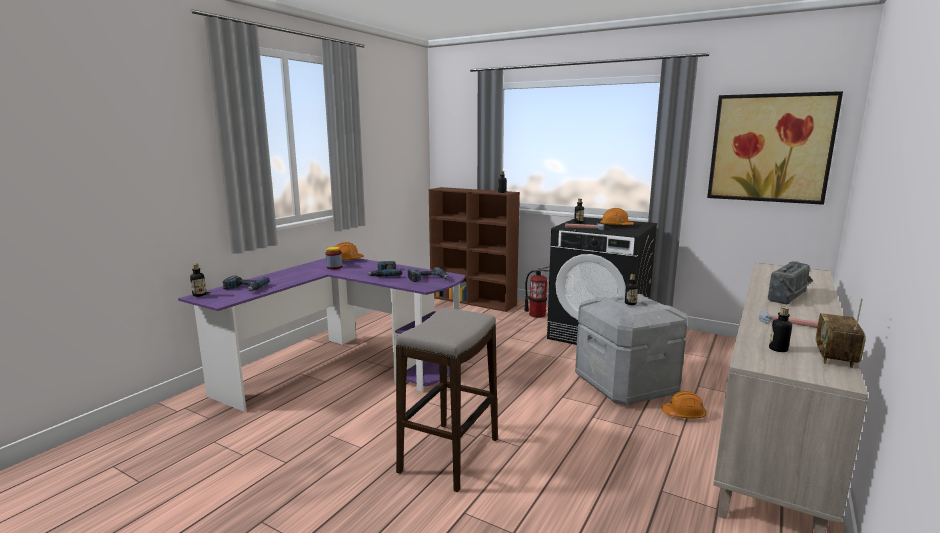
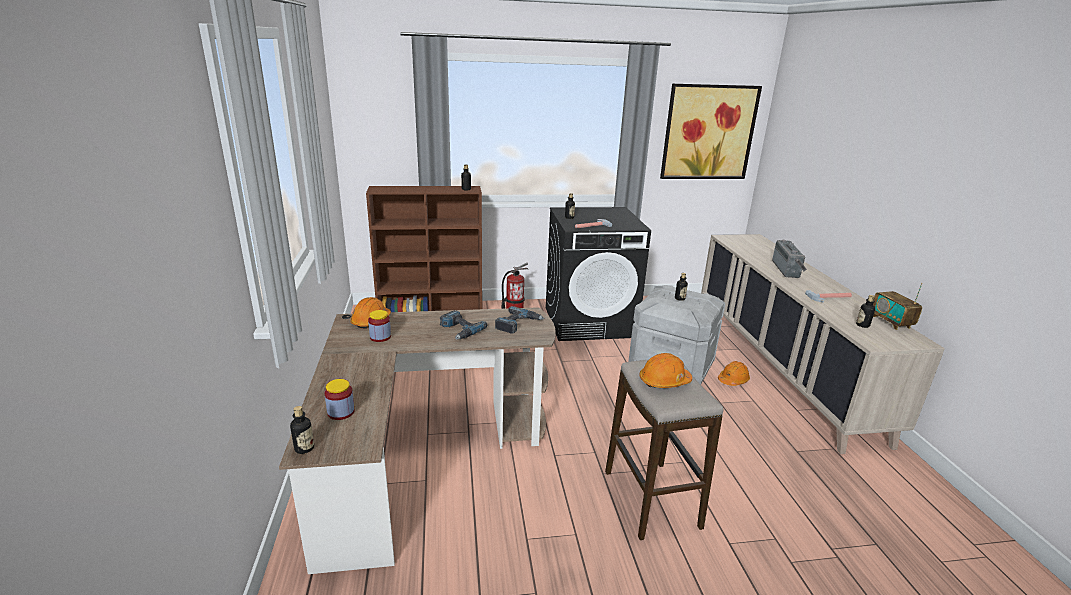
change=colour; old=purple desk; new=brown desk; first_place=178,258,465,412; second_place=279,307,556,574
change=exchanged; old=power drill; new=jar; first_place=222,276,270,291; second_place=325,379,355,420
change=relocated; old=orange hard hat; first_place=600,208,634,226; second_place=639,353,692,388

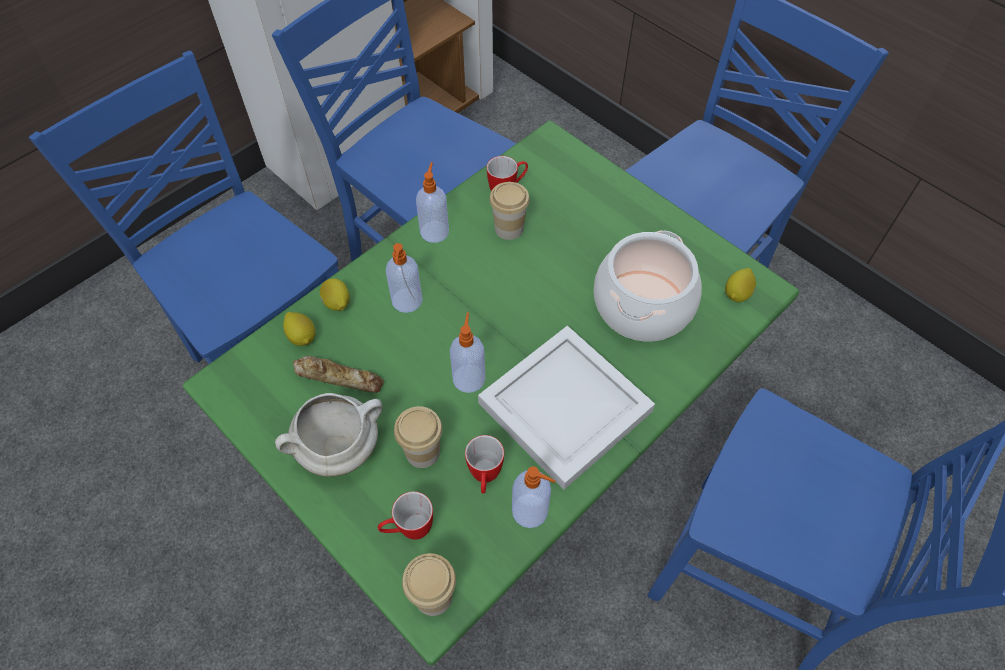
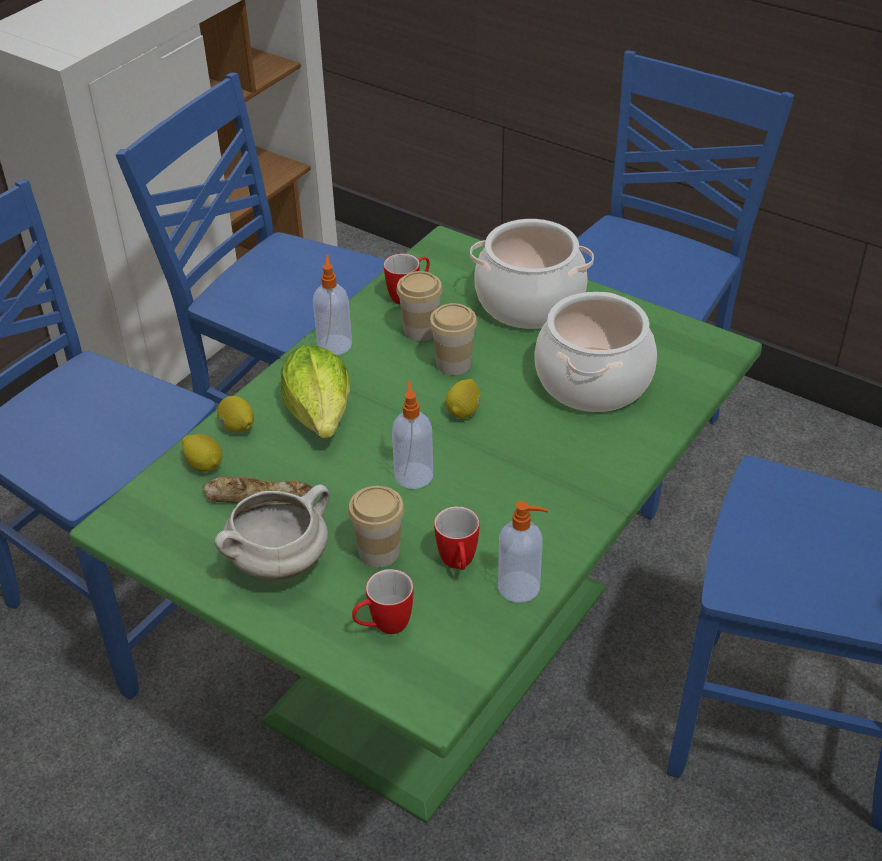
change=exchanged; old=soap dispenser; new=lettuce; first_place=386,243,423,313; second_place=281,345,350,438
change=relocated; old=cup; first_place=402,553,456,616; second_place=429,303,477,375
change=missing; old=white tray; first_place=478,326,655,490
change=relocated; old=lemon; first_place=725,268,756,302; second_place=446,379,481,419
change=appeared; new=cooking pot; second_place=470,219,594,329

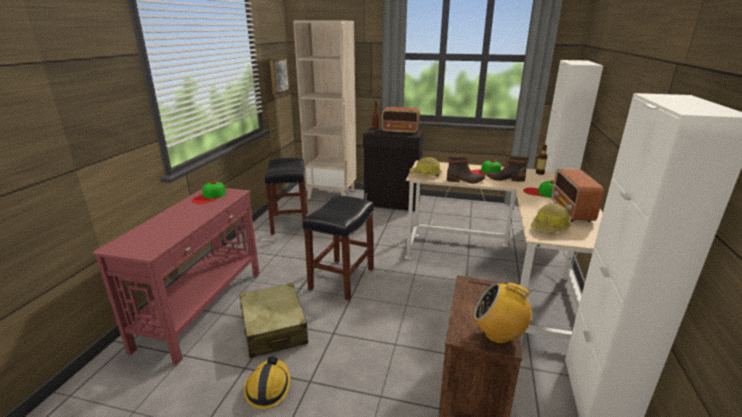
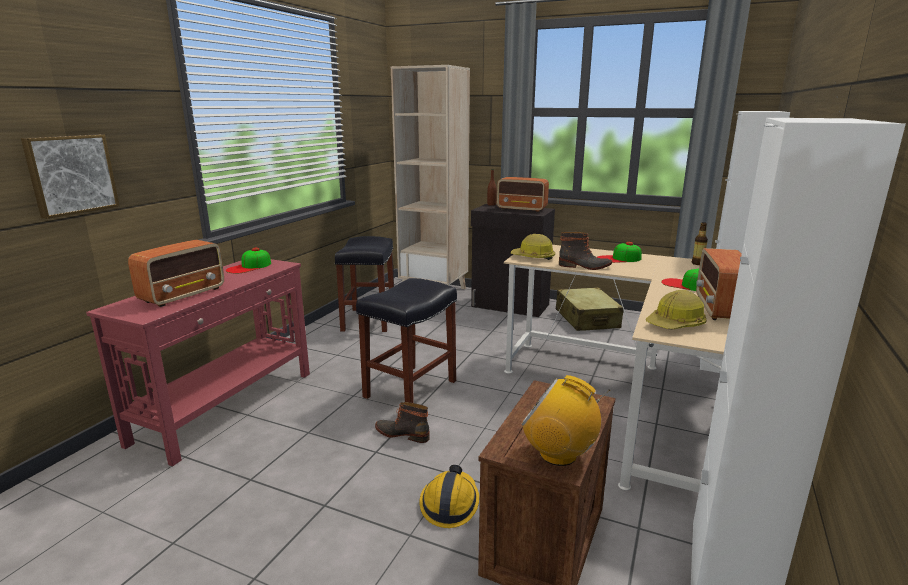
change=relocated; old=beige suitcase; first_place=240,283,308,358; second_place=556,287,624,331
change=relocated; old=hard hat; first_place=244,357,291,409; second_place=419,465,480,528
change=relocated; old=picture; first_place=270,58,290,94; second_place=21,134,120,219
change=relocated; old=boot; first_place=487,156,529,182; second_place=375,402,430,443
change=appeared; new=radio; second_place=128,240,224,307

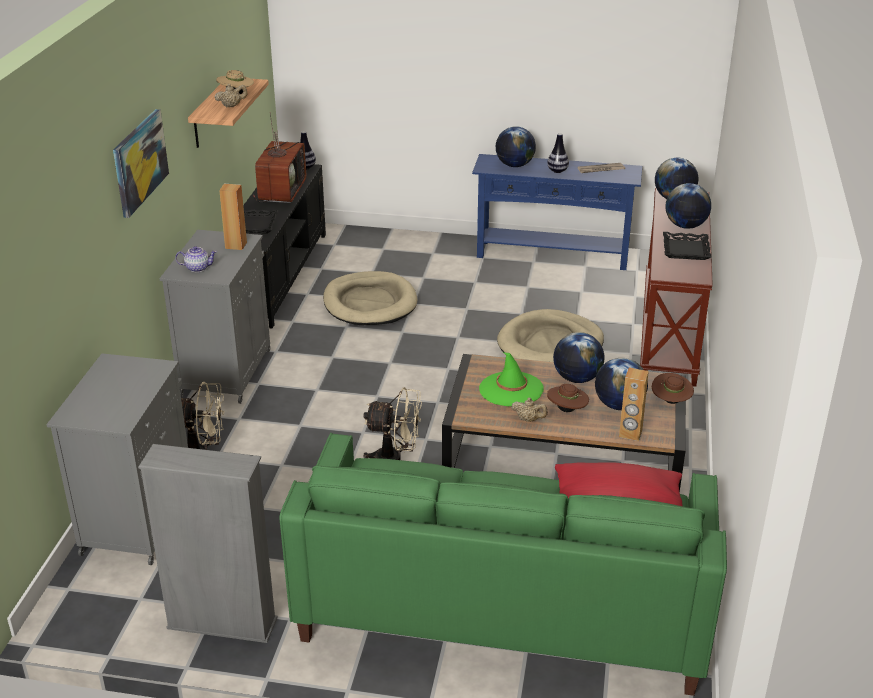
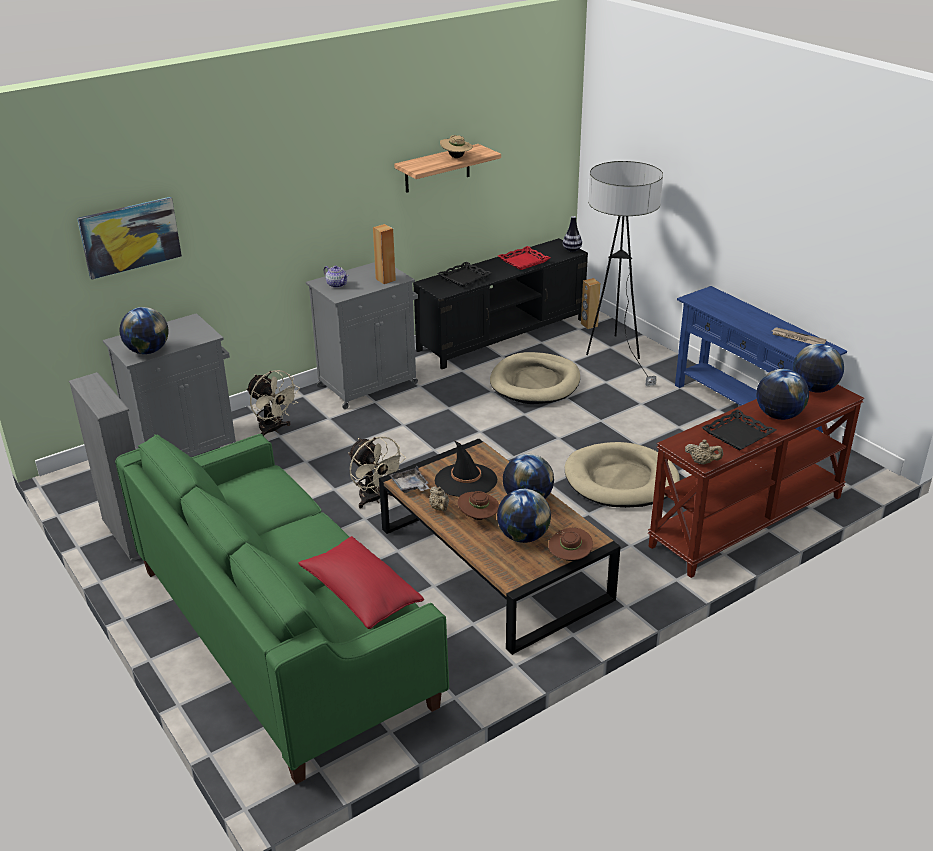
change=relocated; old=picture; first_place=113,109,169,218; second_place=77,197,182,280
change=relocated; old=beige teapot; first_place=215,84,247,107; second_place=685,439,723,464
change=exchanged; old=television; new=red tray; first_place=253,112,306,203; second_place=498,246,551,270
change=colour; old=green hat; new=black hat; first_place=479,352,544,406; second_place=435,441,497,497
change=relocated; old=globe; first_place=496,126,536,167; second_place=119,307,169,354
change=missing; old=vase; first_place=547,133,569,173
change=relocated; old=brown speaker; first_place=619,368,649,441; second_place=581,278,600,329
change=appeared; new=grey tray; second_place=390,466,430,493
change=appeared; new=floor lamp; second_place=586,161,663,386

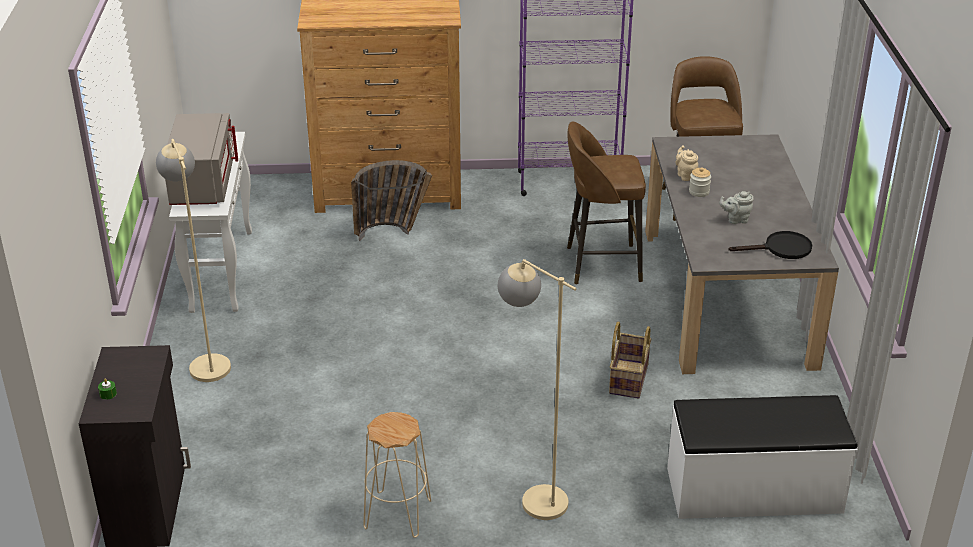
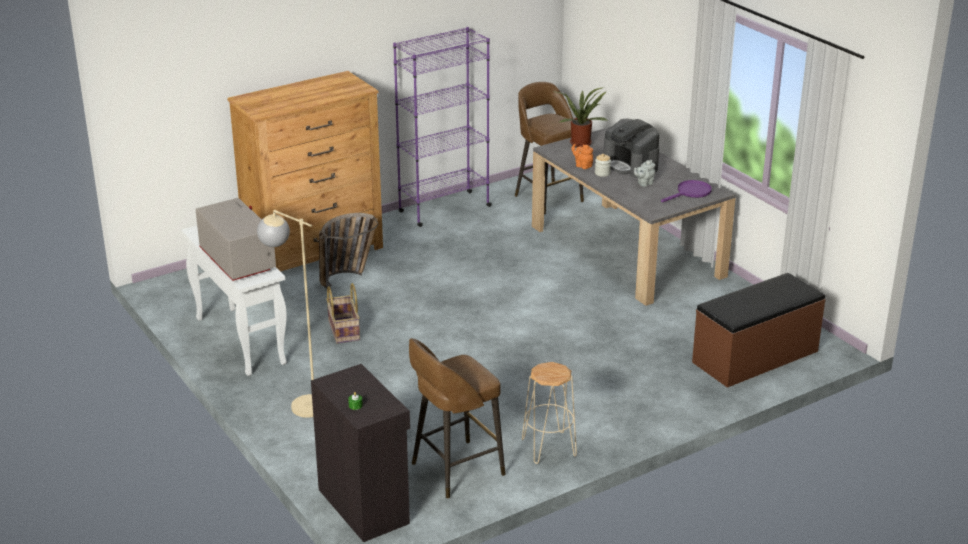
change=missing; old=beige floor lamp; first_place=498,259,577,520
change=relocated; old=brown stool; first_place=567,121,646,284; second_place=409,338,506,499
change=relocated; old=basket; first_place=609,322,652,399; second_place=326,283,360,344
change=colour; old=white bench; new=brown bench; first_place=667,395,858,519; second_place=692,273,826,388
change=colour; old=beige teapot; new=orange teapot; first_place=675,145,698,181; second_place=571,144,593,169
change=colour; old=black frying pan; new=purple frying pan; first_place=729,231,812,259; second_place=661,180,712,202
change=appeared; new=potted plant; second_place=556,87,609,147
change=appeared; new=coffee machine; second_place=604,119,659,178

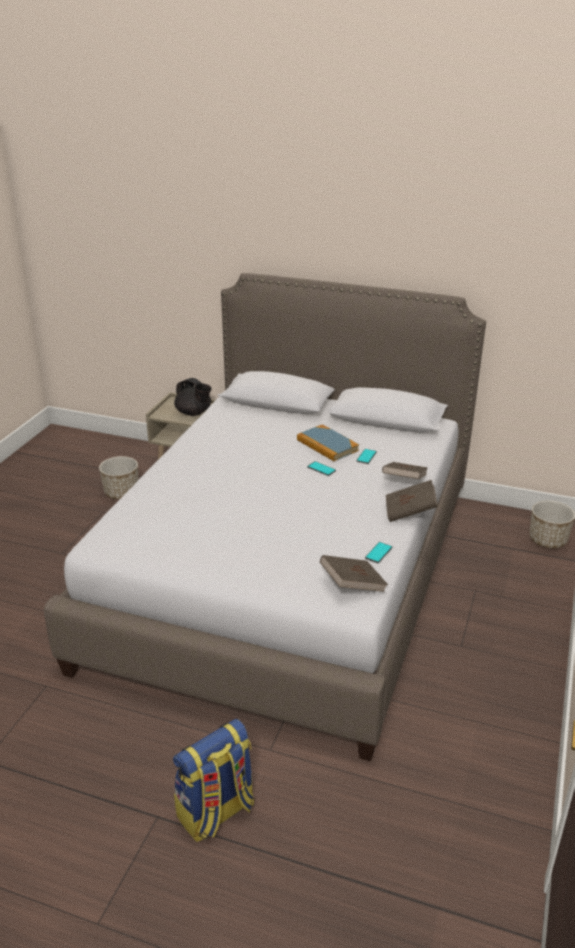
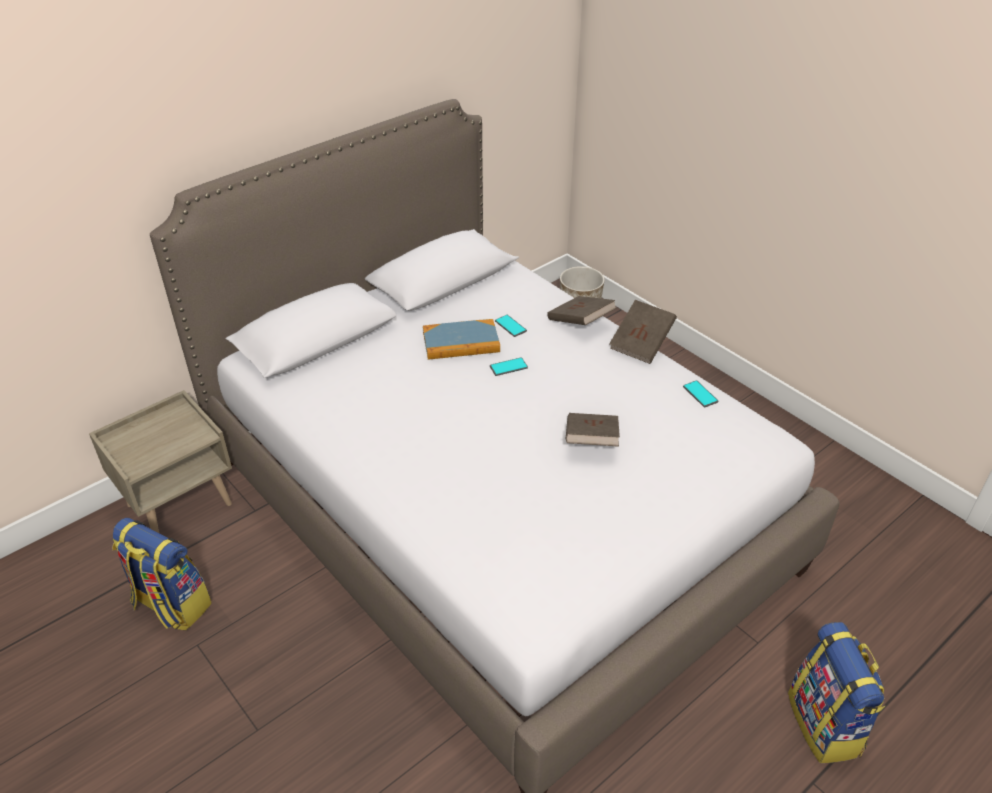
change=exchanged; old=planter; new=backpack; first_place=99,456,138,499; second_place=112,518,212,630
change=missing; old=black teapot; first_place=174,378,212,416
change=relocated; old=brown book; first_place=320,555,388,592; second_place=566,413,620,447

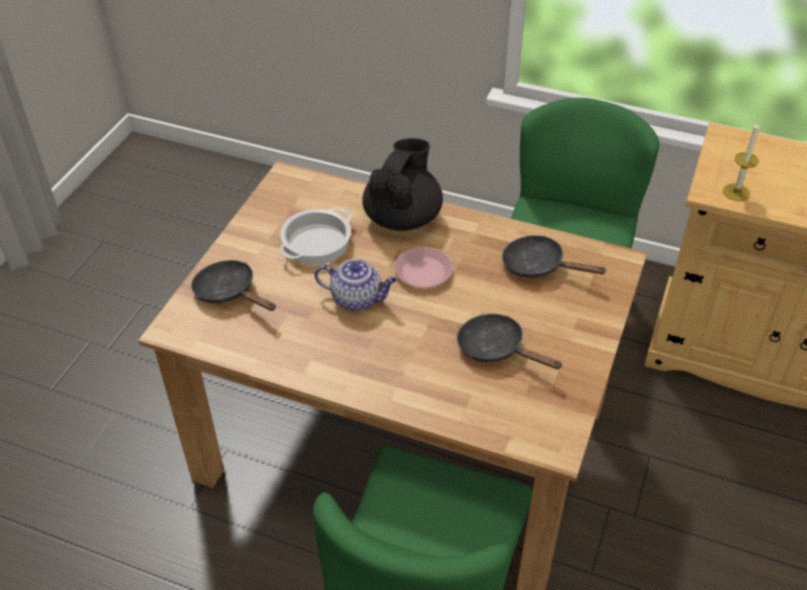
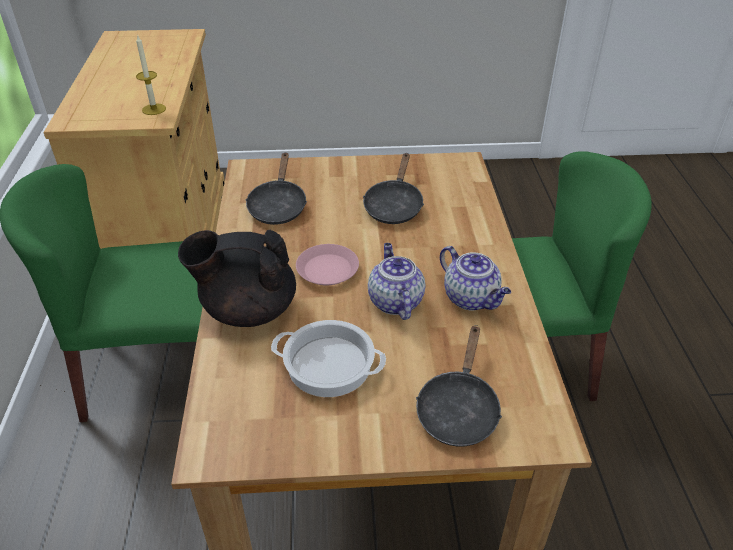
change=appeared; new=teapot; second_place=440,246,511,310

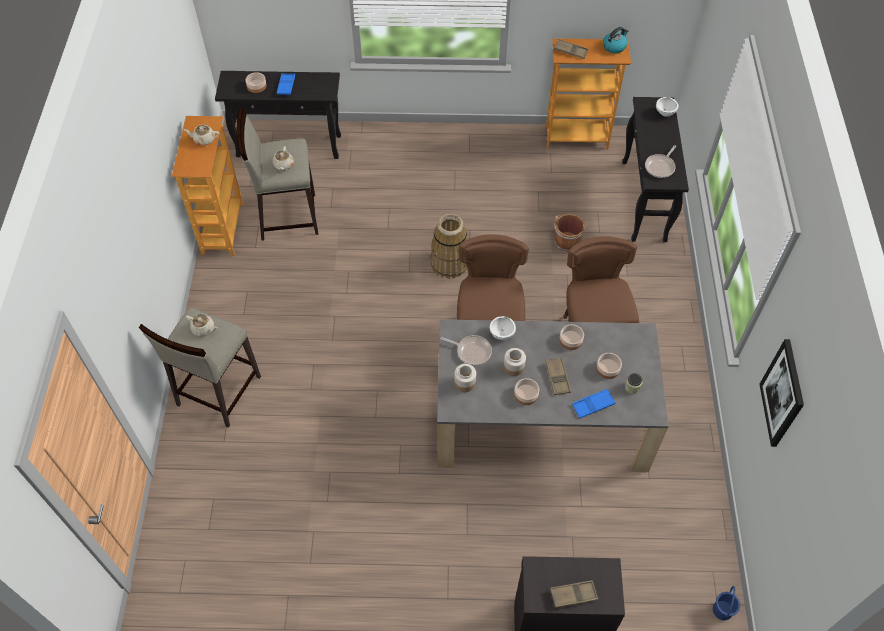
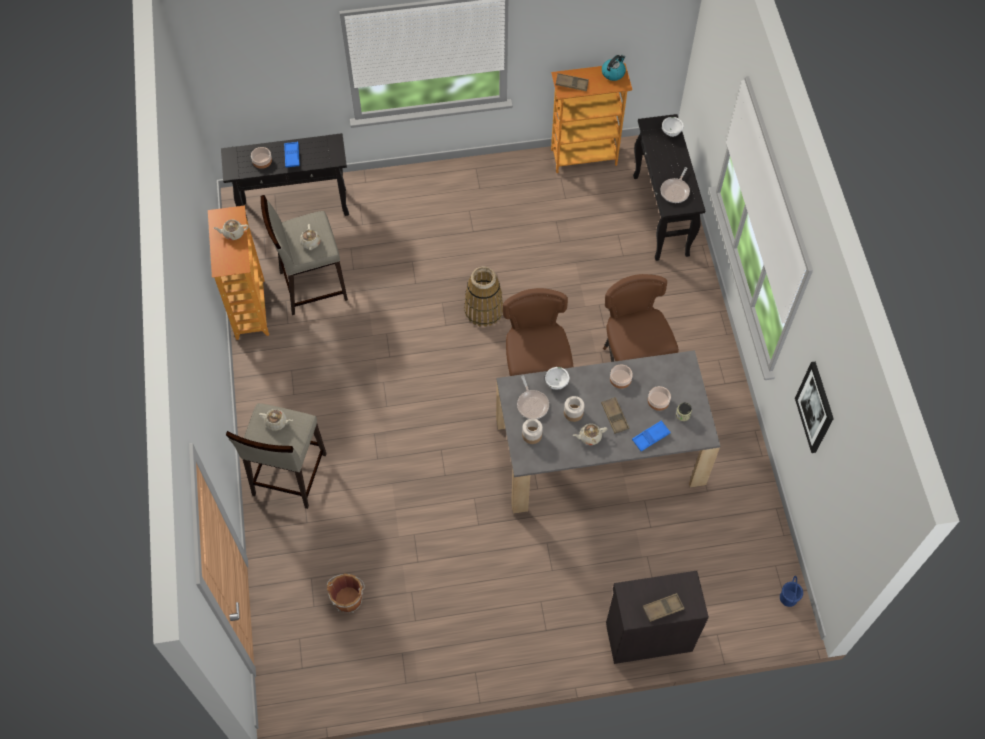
change=spun; old=frying pan; first_place=441,335,492,366; second_place=517,376,549,419; degrees=60
change=exchanged; old=bowl; new=beige teapot; first_place=514,378,539,405; second_place=573,423,608,445
change=relocated; old=brown bucket; first_place=554,214,588,252; second_place=327,574,365,613

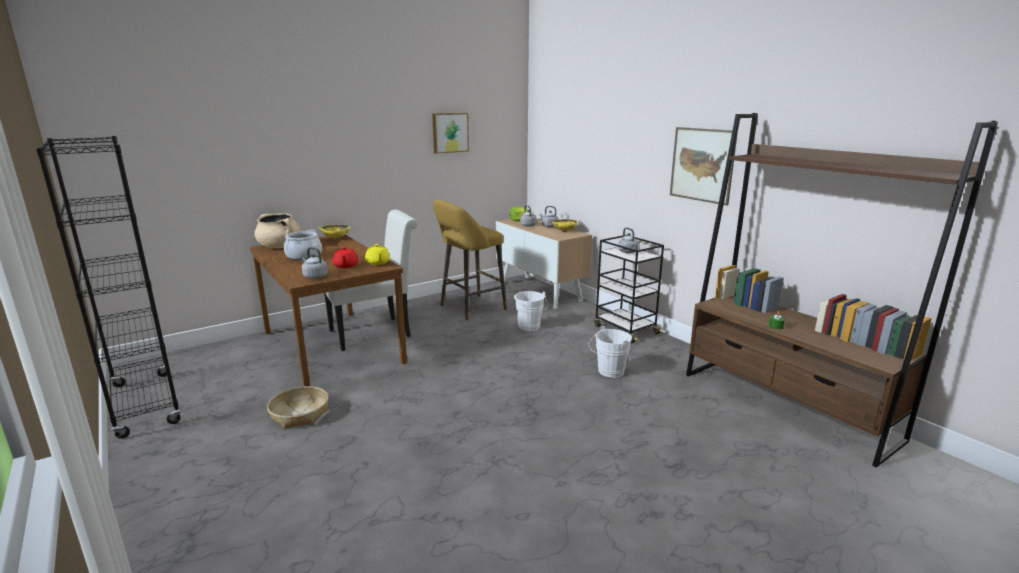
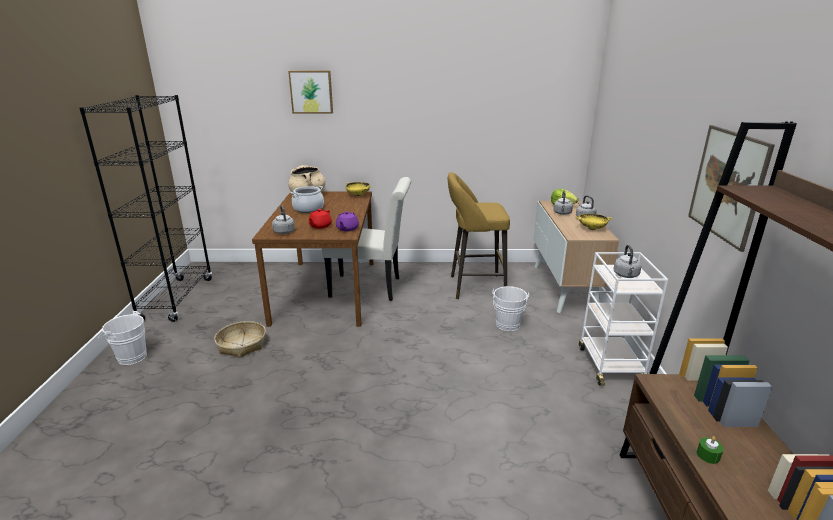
change=colour; old=yellow teapot; new=purple teapot; first_place=365,244,390,265; second_place=336,211,359,231
change=relocated; old=picture; first_place=432,113,469,154; second_place=288,71,333,113
change=relocated; old=white bucket; first_place=588,326,632,378; second_place=97,311,147,365
change=colour; old=black cart; new=white cart; first_place=594,235,664,343; second_place=579,252,668,386

